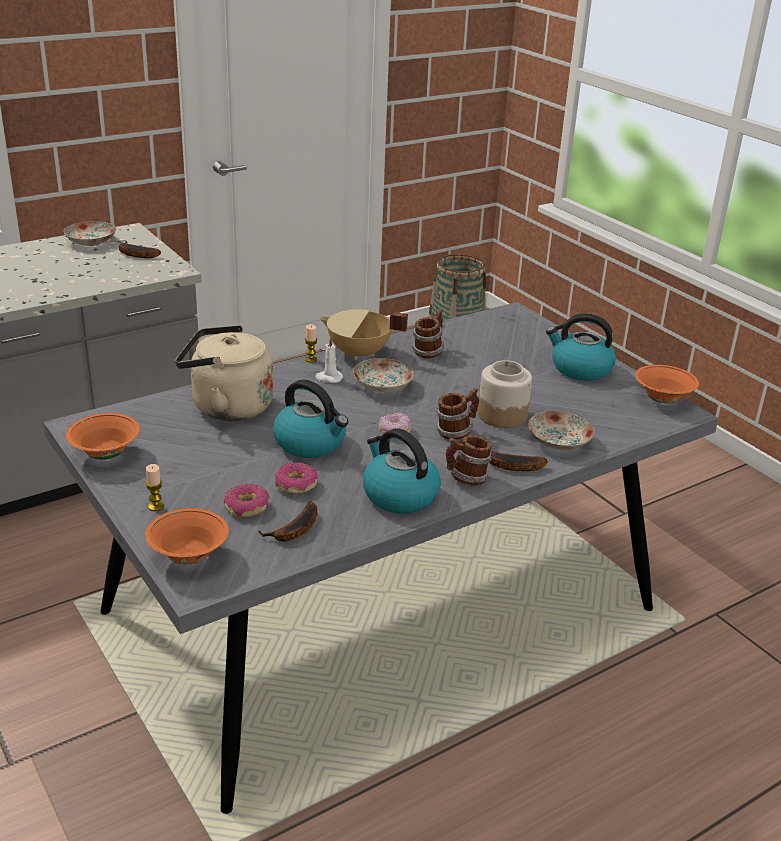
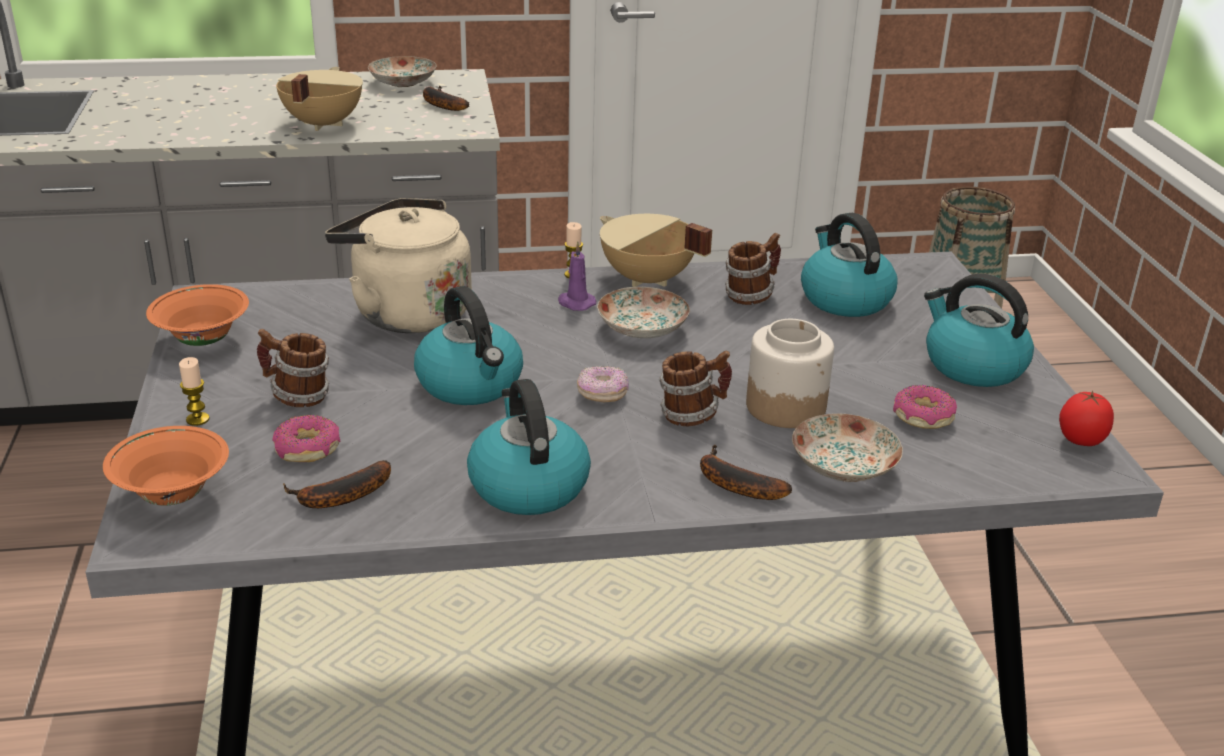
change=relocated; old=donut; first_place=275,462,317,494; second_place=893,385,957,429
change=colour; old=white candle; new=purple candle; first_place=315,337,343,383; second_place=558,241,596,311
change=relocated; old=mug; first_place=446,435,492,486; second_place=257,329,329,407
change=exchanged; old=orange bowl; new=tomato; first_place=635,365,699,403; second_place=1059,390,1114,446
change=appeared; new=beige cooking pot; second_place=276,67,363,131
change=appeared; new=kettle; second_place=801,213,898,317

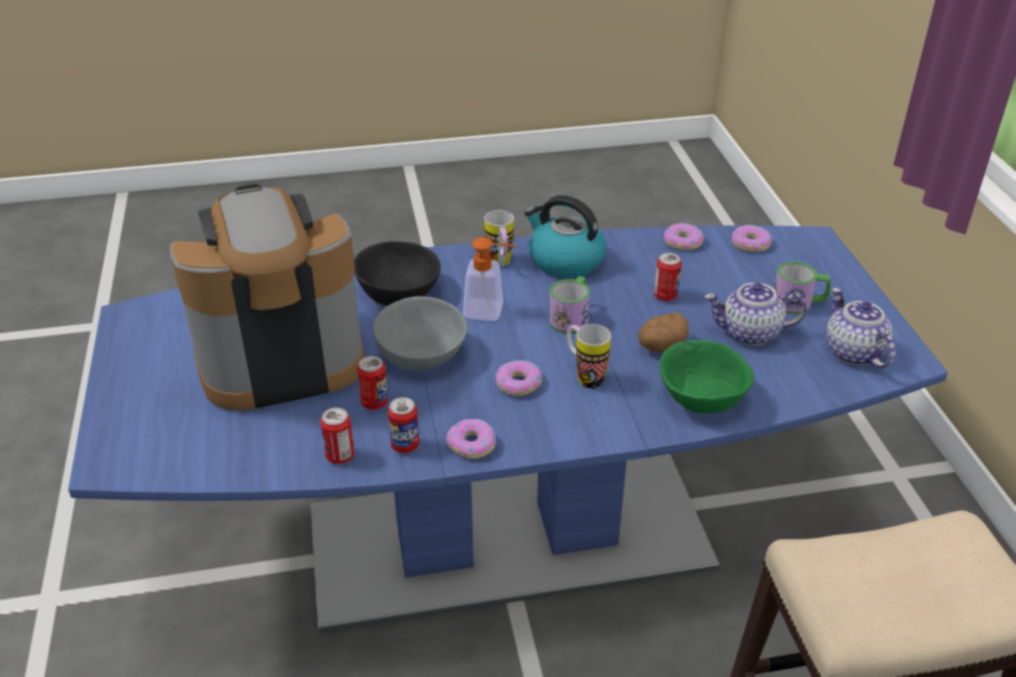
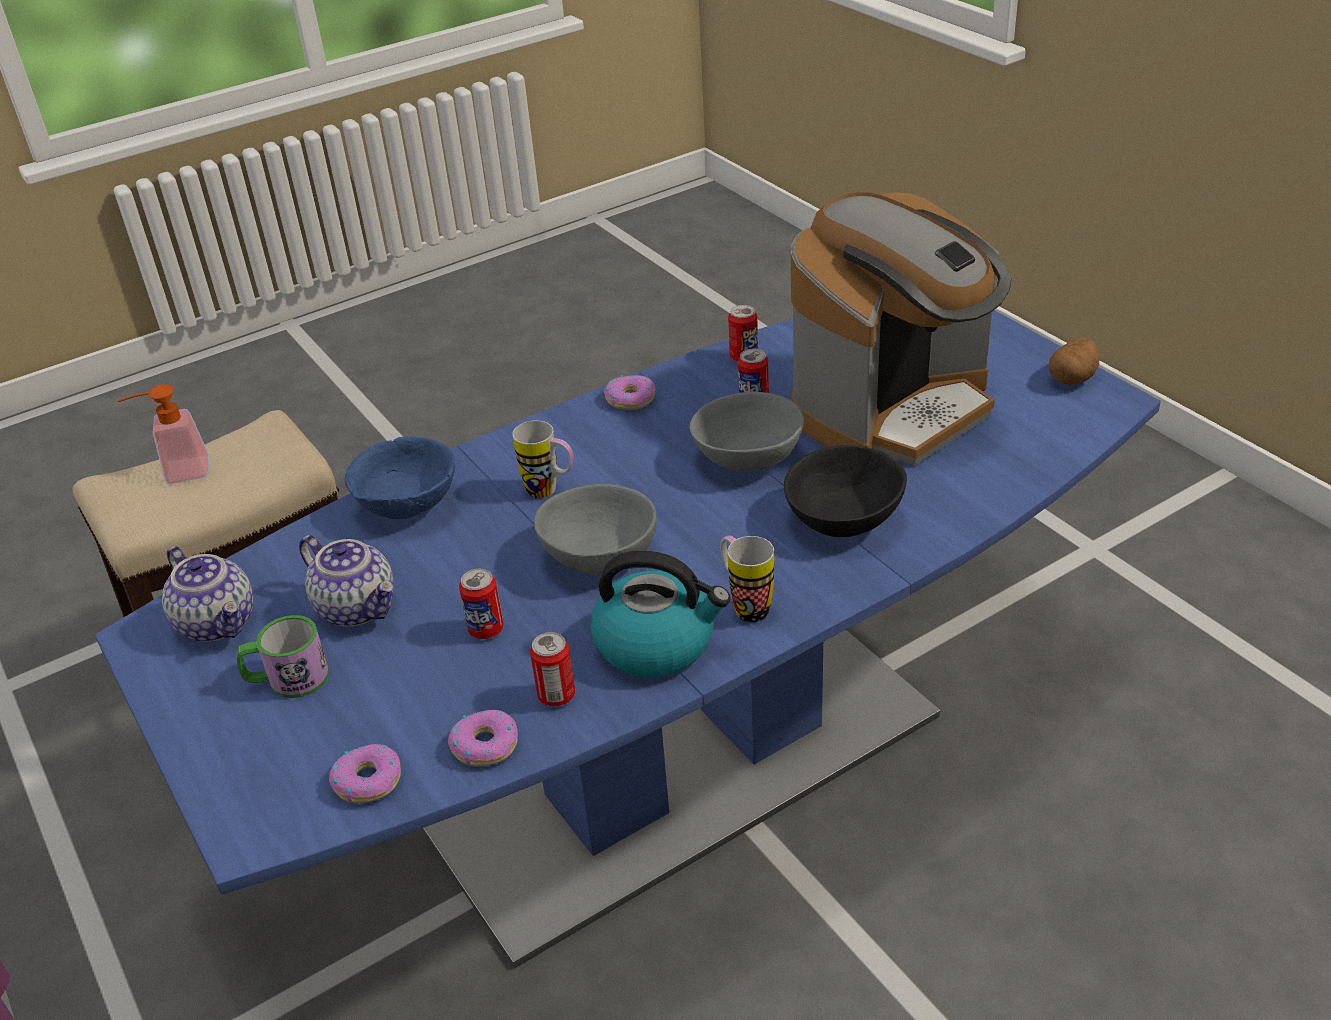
change=relocated; old=can; first_place=388,397,419,453; second_place=530,632,575,706
change=relocated; old=soap dispenser; first_place=463,237,518,321; second_place=117,384,209,484
change=missing; old=donut; first_place=495,359,542,396
change=exchanged; old=mug; new=grey bowl; first_place=549,276,590,334; second_place=534,484,657,574
change=relocated; old=potato; first_place=638,313,689,353; second_place=1049,337,1099,385
change=colour; old=green bowl; new=blue bowl; first_place=660,340,754,413; second_place=345,436,455,519
change=spun; old=teapot; first_place=705,283,807,346; second_place=299,535,394,627; degrees=60

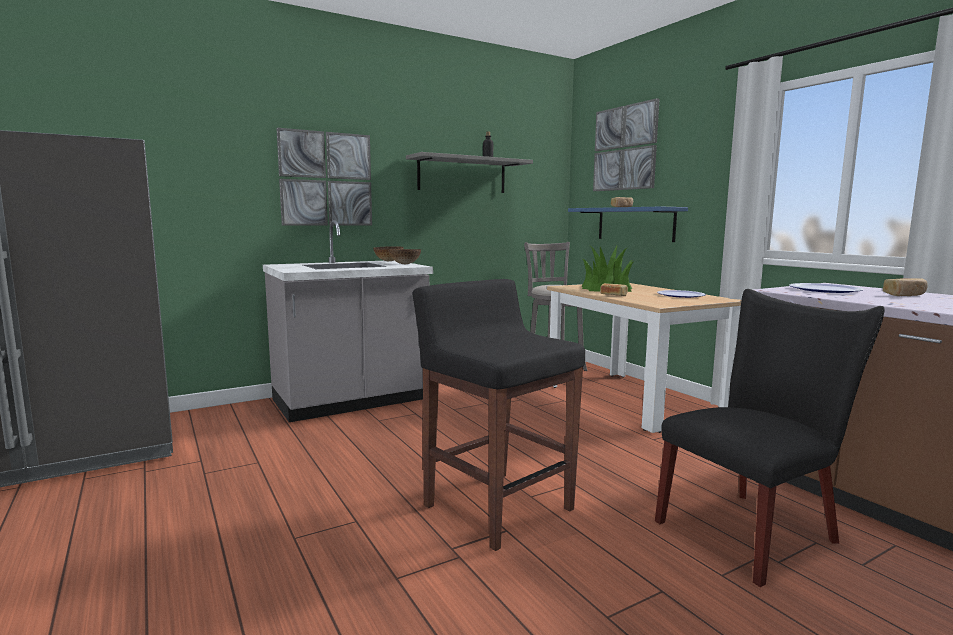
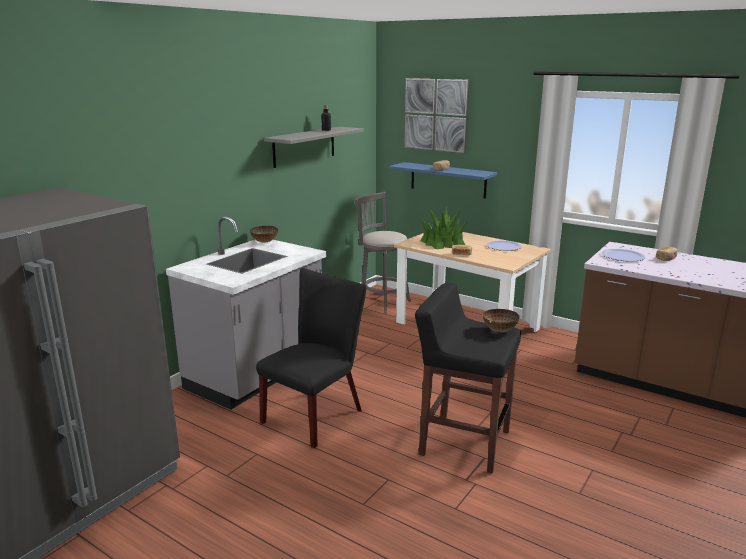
change=missing; old=picture; first_place=276,128,372,226
change=relocated; old=bowl; first_place=388,249,421,264; second_place=483,309,519,332
change=relocated; old=black chair; first_place=655,289,884,587; second_place=256,268,366,448

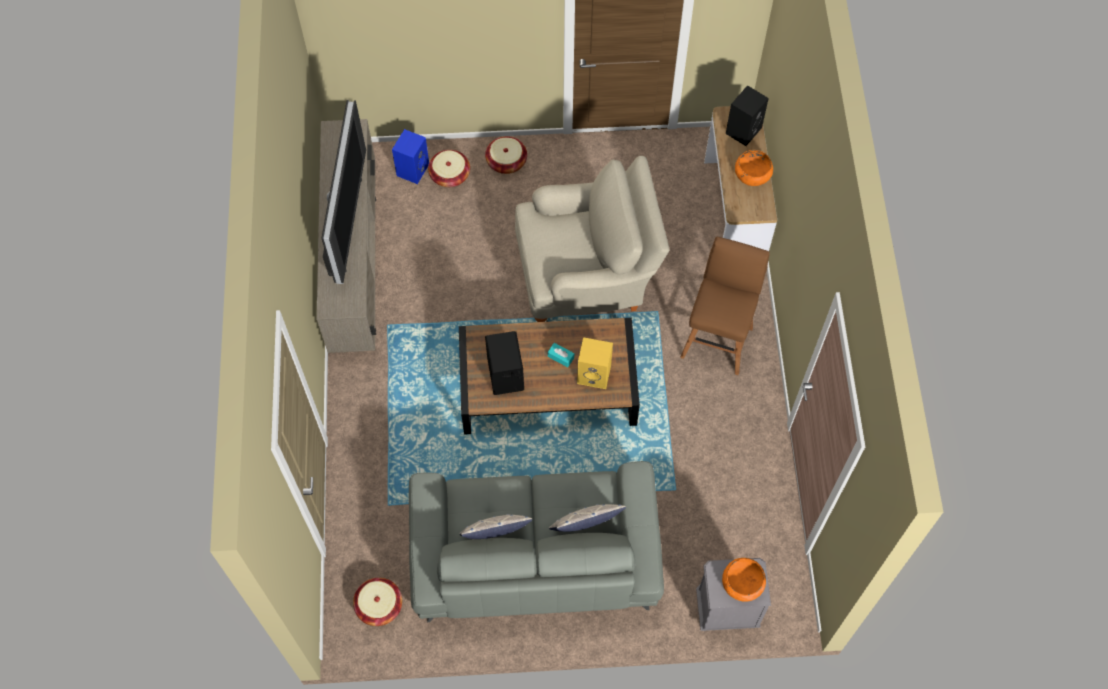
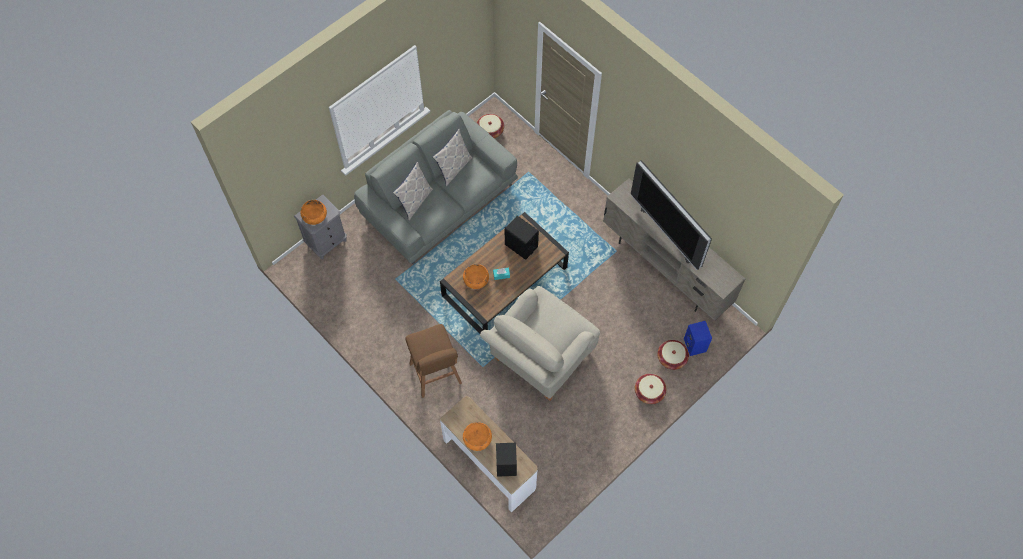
change=exchanged; old=yellow speaker; new=orange bowl; first_place=577,337,613,389; second_place=463,264,489,289

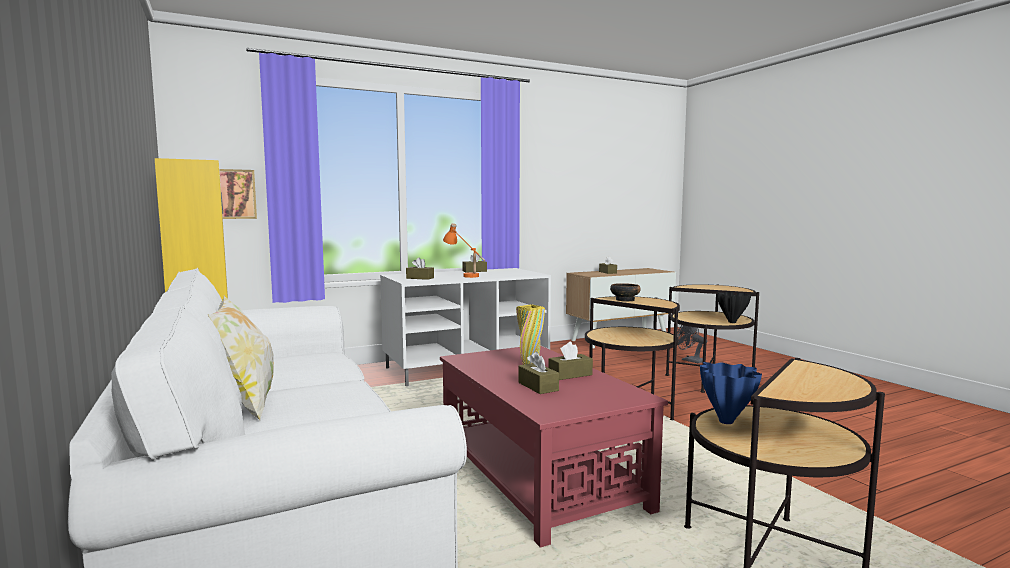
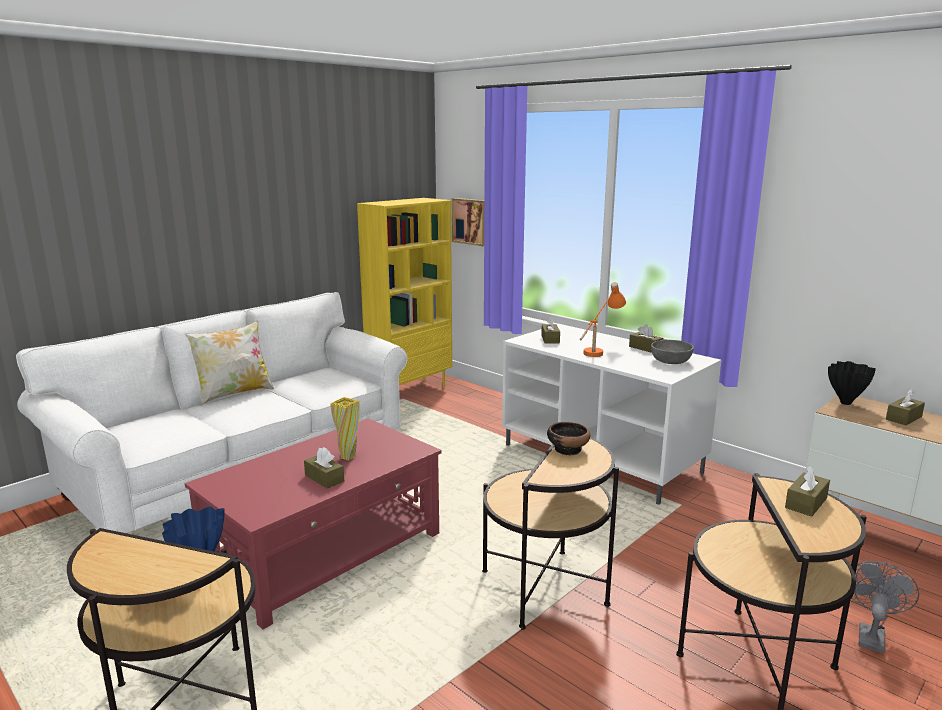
change=relocated; old=brown tissue box; first_place=519,352,559,394; second_place=785,465,830,517
change=relocated; old=black vase; first_place=717,292,751,323; second_place=828,361,876,405
change=appeared; new=grey bowl; second_place=651,340,694,364

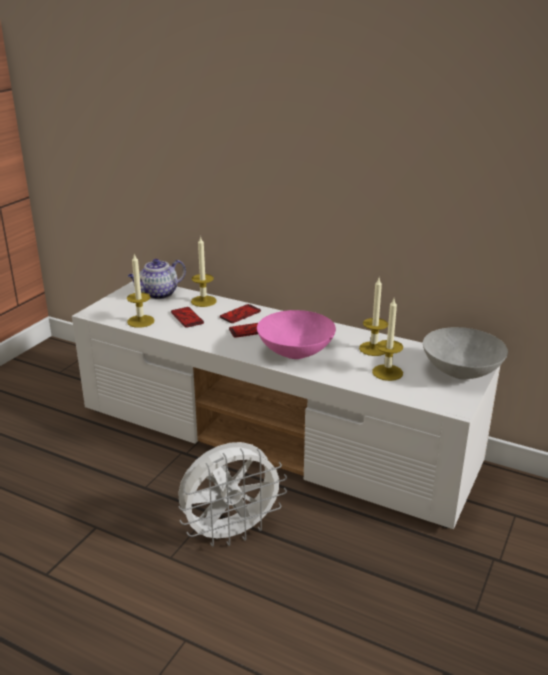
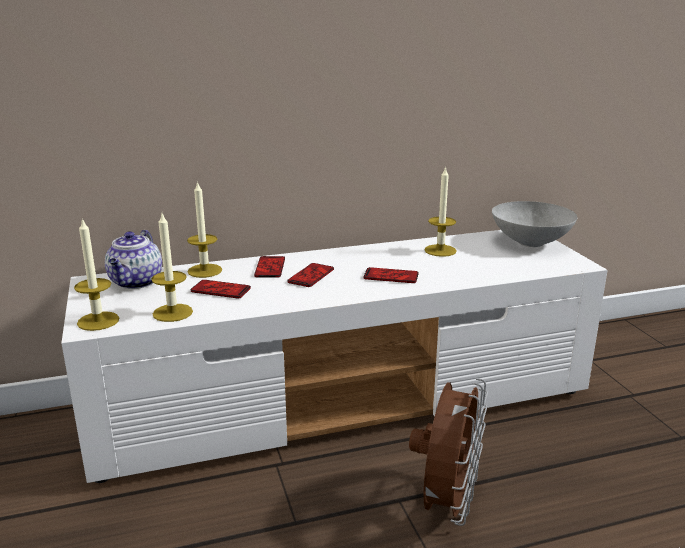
change=colour; old=white fan; new=brown fan; first_place=178,442,287,547; second_place=409,378,488,526
change=exchanged; old=pink bowl; new=phone; first_place=257,310,336,359; second_place=363,267,419,283
change=relocated; old=candle; first_place=372,299,403,381; second_place=74,218,119,331

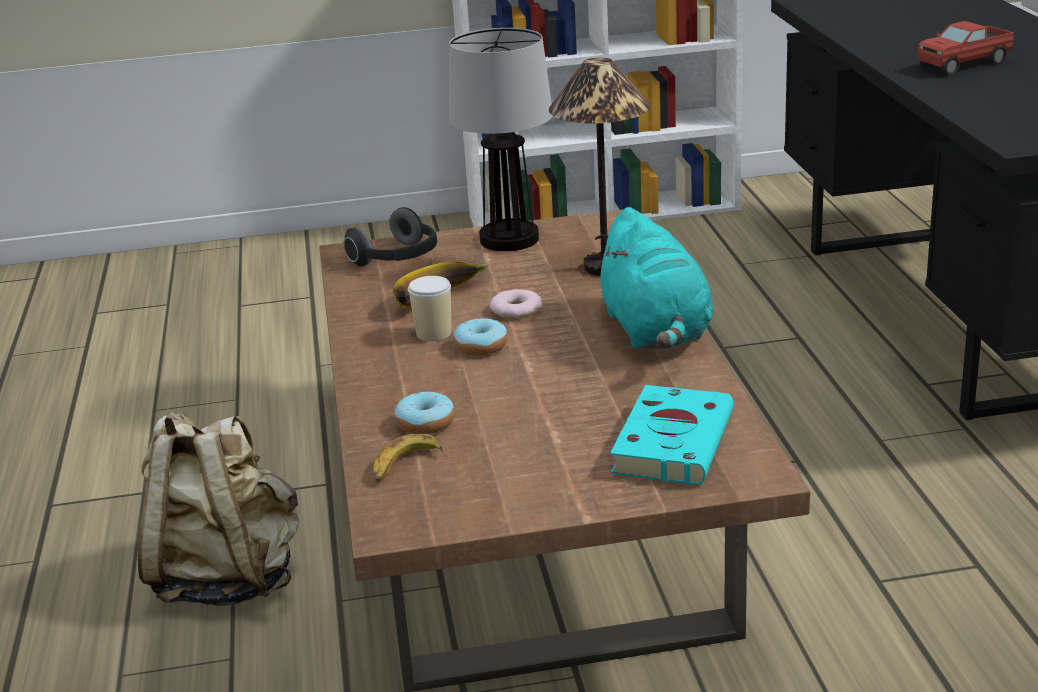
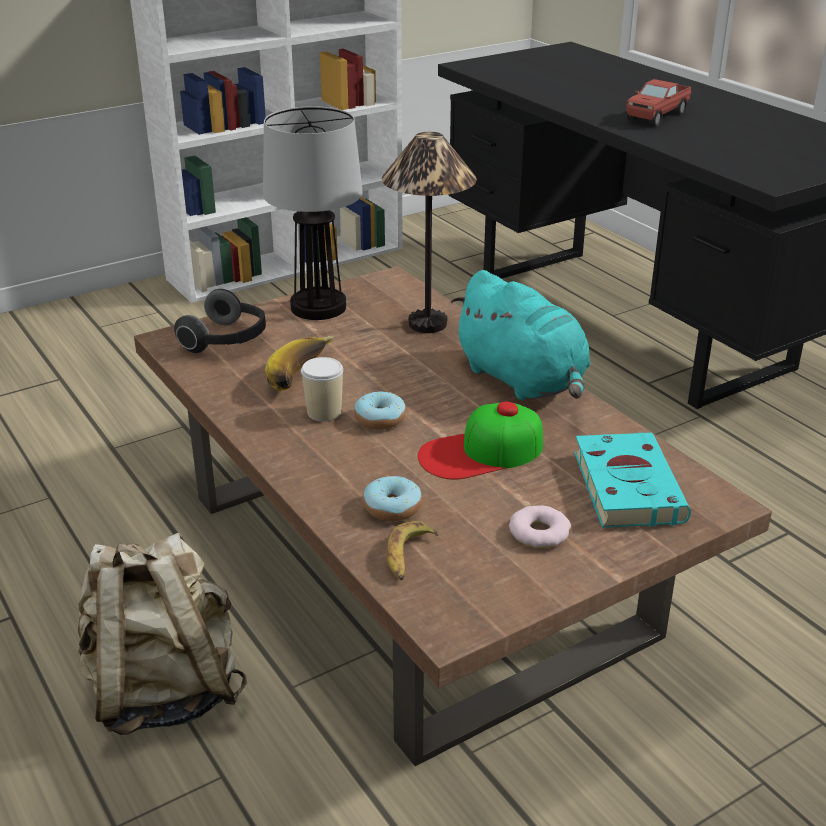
change=relocated; old=donut; first_place=490,289,542,319; second_place=509,505,571,548
change=appeared; new=cap; second_place=418,402,543,480

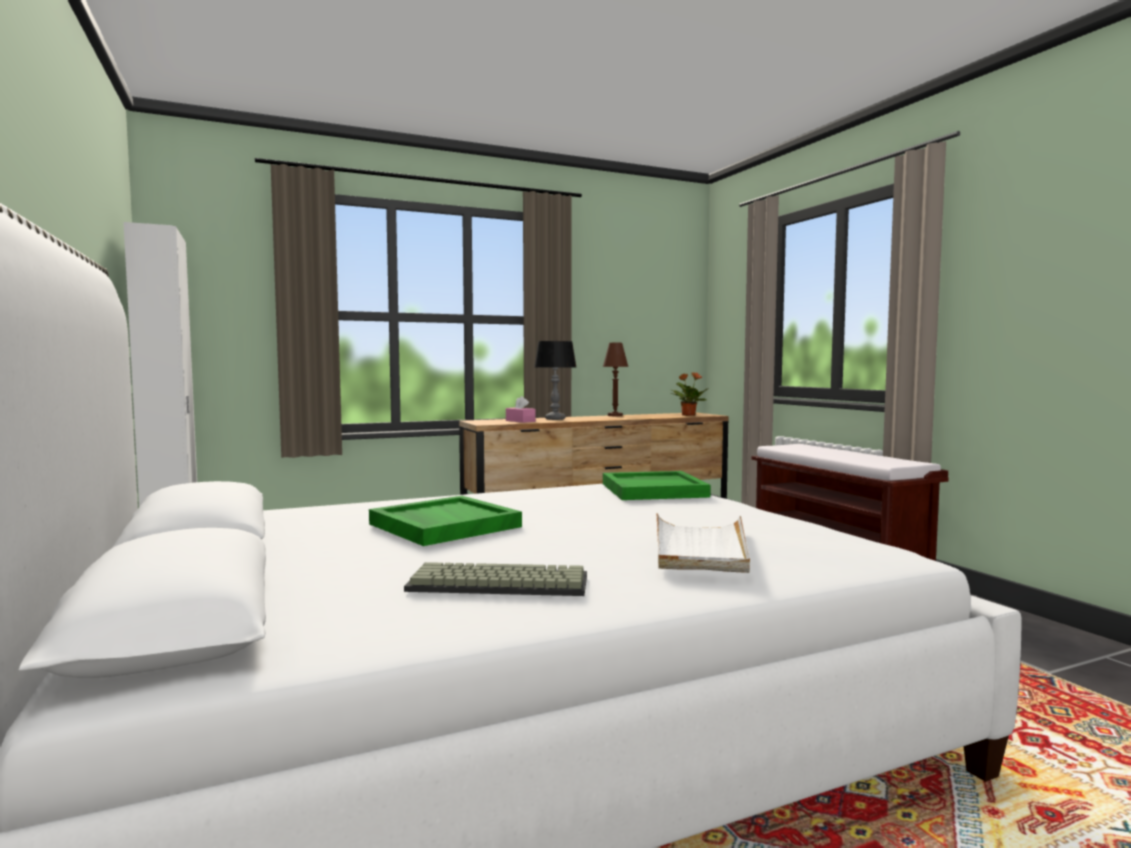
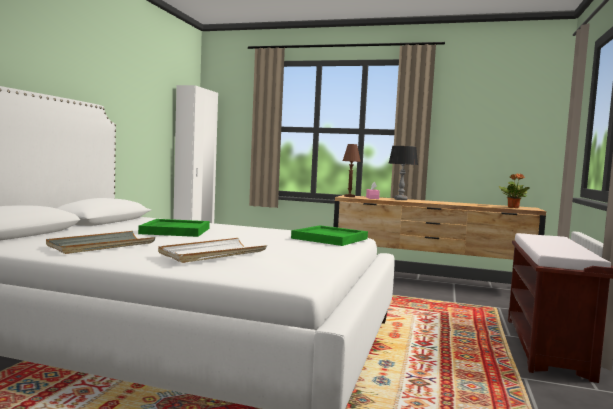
change=exchanged; old=keyboard; new=grey tray; first_place=404,562,587,596; second_place=46,231,155,254
change=relocated; old=brown table lamp; first_place=603,343,628,416; second_place=343,144,361,197

